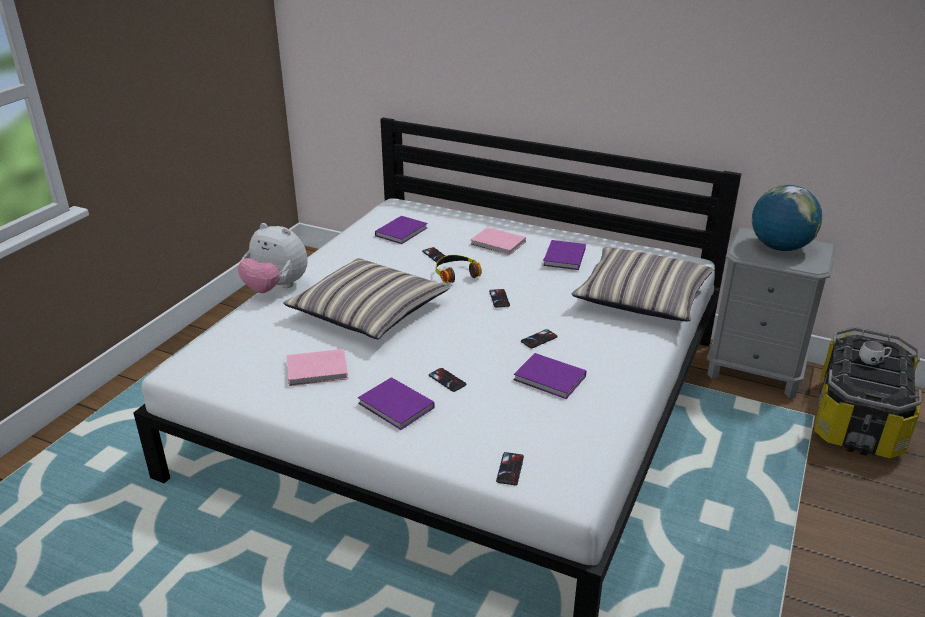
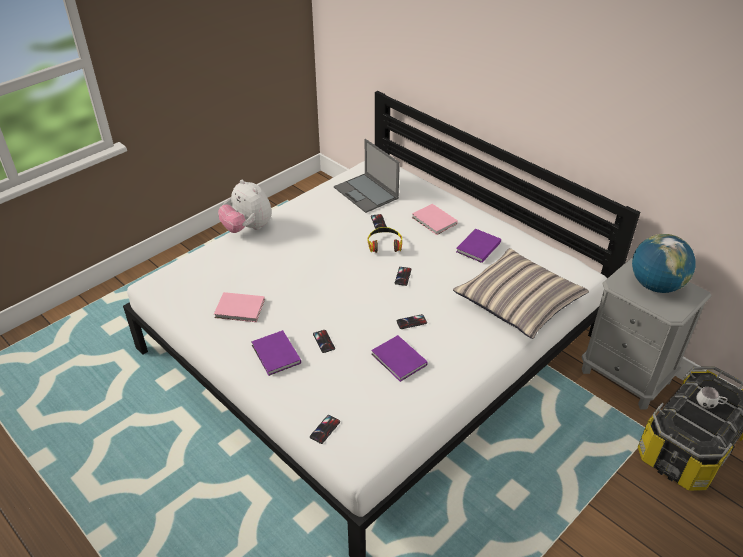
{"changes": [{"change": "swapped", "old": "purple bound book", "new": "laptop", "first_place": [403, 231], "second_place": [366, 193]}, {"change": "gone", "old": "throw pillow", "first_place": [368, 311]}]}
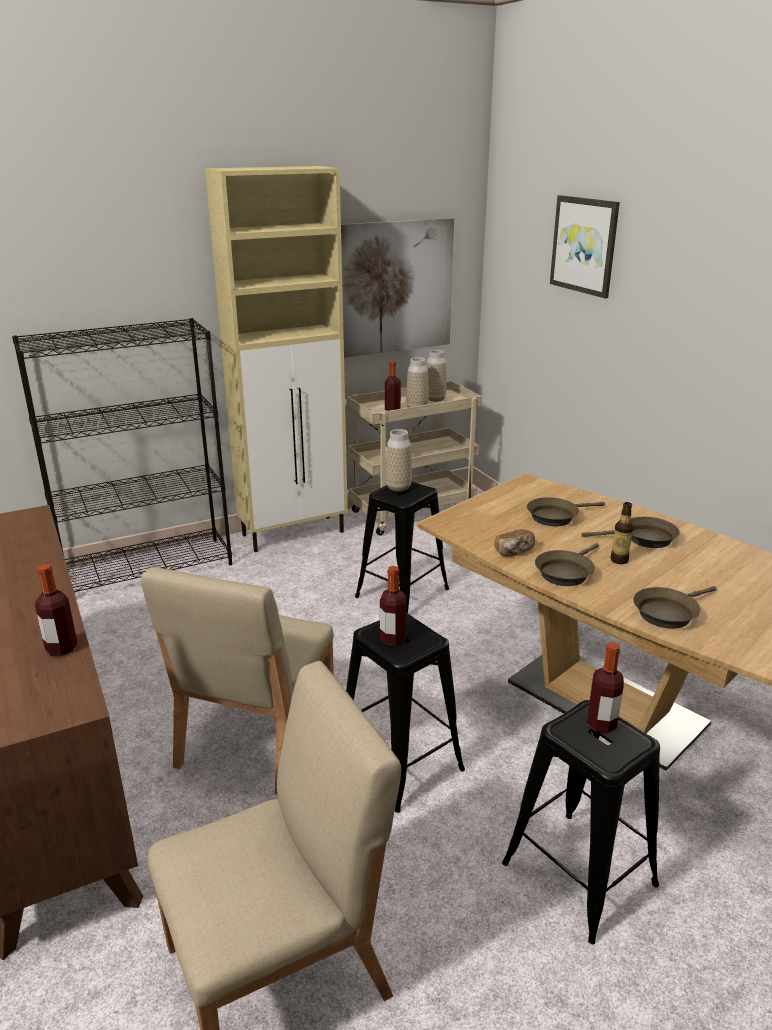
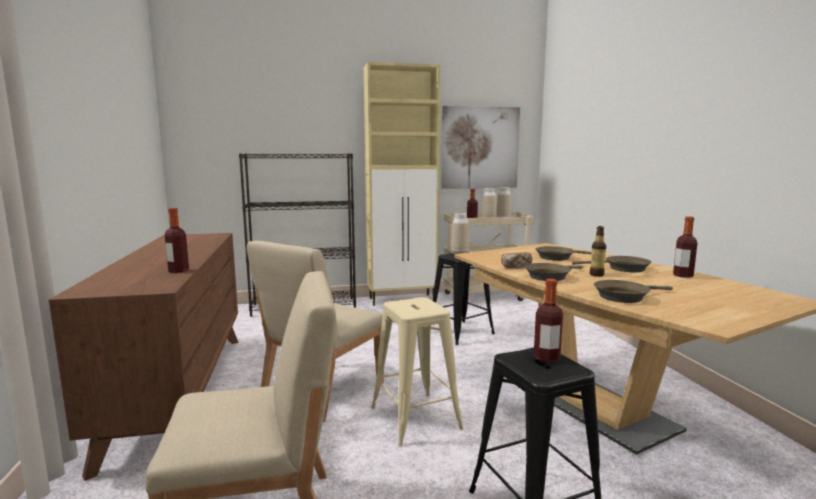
{"changes": [{"change": "repainted", "old": "black-coloured stool seat", "new": "sand-coloured stool seat", "first_place": [400, 763], "second_place": [415, 418]}, {"change": "shifted", "old": "bottle", "first_place": [393, 639], "second_place": [683, 275]}, {"change": "gone", "old": "wall art", "first_place": [584, 245]}]}
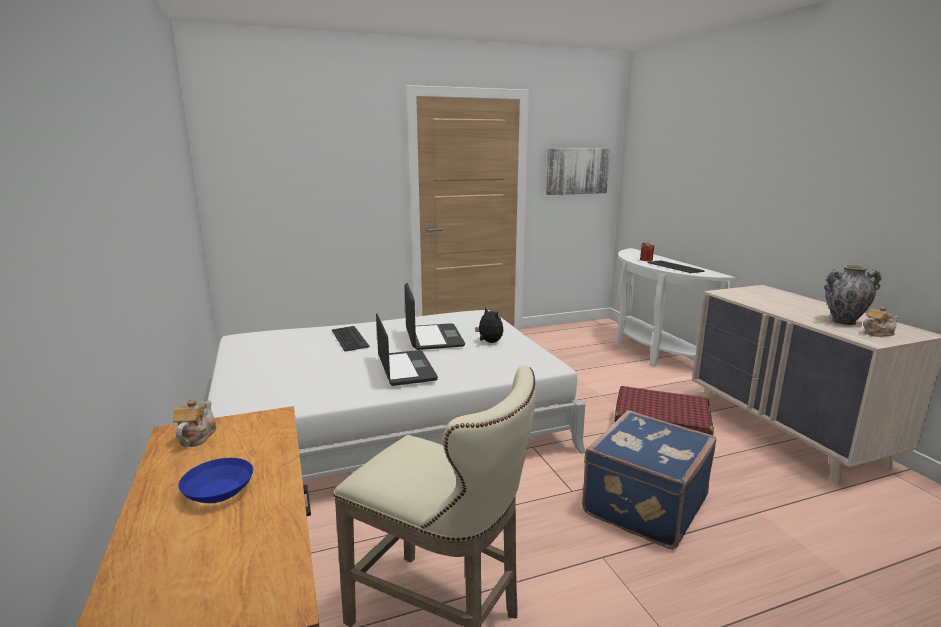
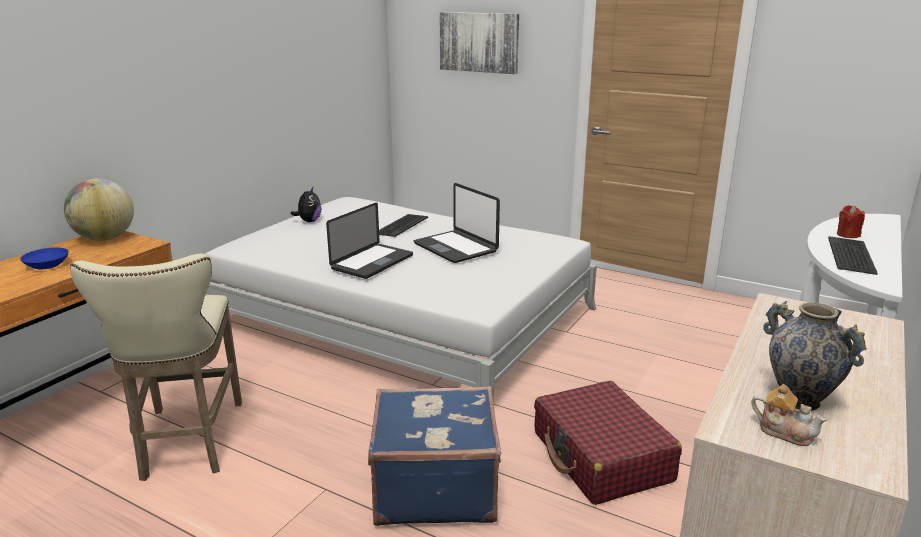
{"changes": [{"change": "swapped", "old": "pot for tea", "new": "globe", "first_place": [196, 437], "second_place": [105, 238]}, {"change": "shifted", "old": "soft toy", "first_place": [489, 342], "second_place": [309, 221]}, {"change": "rotated", "old": "laptop", "first_place": [433, 338], "second_place": [456, 247], "degrees": 105}, {"change": "shifted", "old": "wall art", "first_place": [577, 171], "second_place": [479, 42]}]}
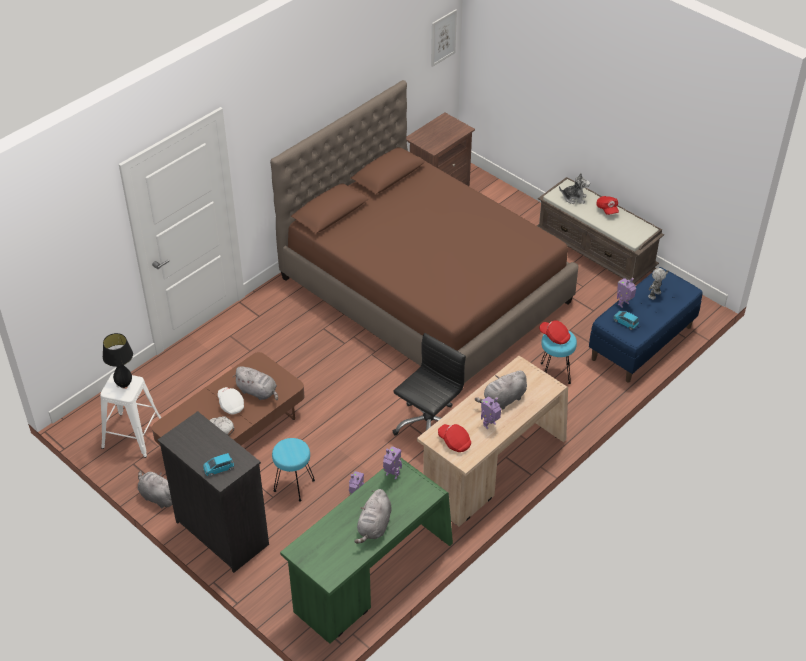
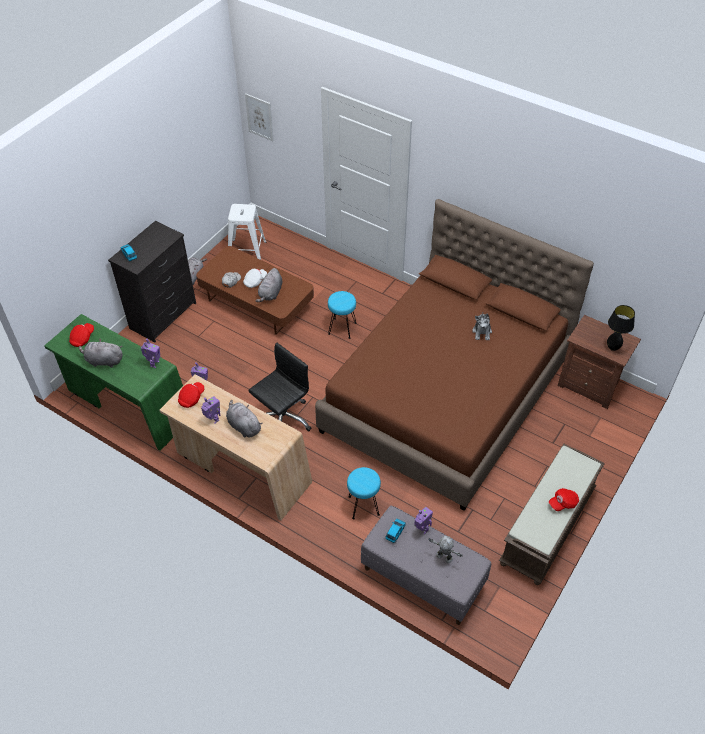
{"changes": [{"change": "shifted", "old": "red-coloured baseball cap", "first_place": [554, 336], "second_place": [82, 338]}, {"change": "shifted", "old": "wall art", "first_place": [443, 38], "second_place": [259, 117]}, {"change": "rotated", "old": "black-coloured computer chair", "first_place": [428, 426], "second_place": [282, 419], "degrees": -75}, {"change": "shifted", "old": "blue-green stool seat", "first_place": [293, 485], "second_place": [342, 328]}, {"change": "repainted", "old": "bluish indoor bench", "new": "gray indoor bench", "first_place": [641, 343], "second_place": [422, 578]}, {"change": "shifted", "old": "soft toy", "first_place": [574, 198], "second_place": [482, 332]}, {"change": "shifted", "old": "black-coloured tabletop lamp", "first_place": [124, 384], "second_place": [613, 348]}]}
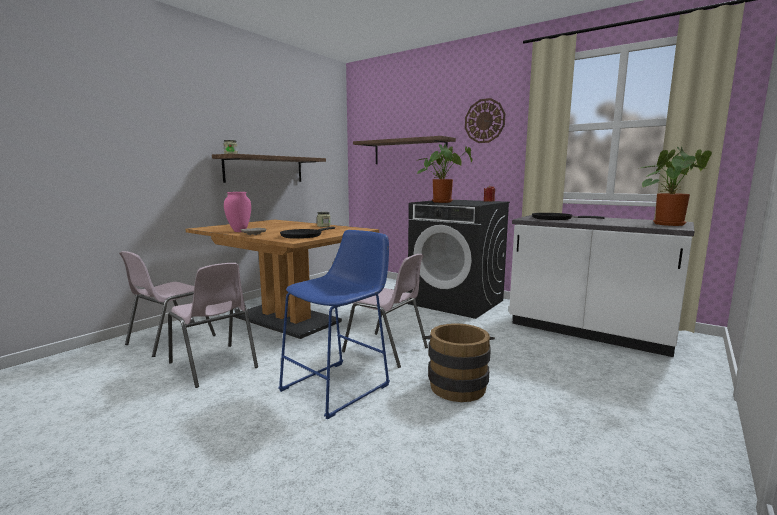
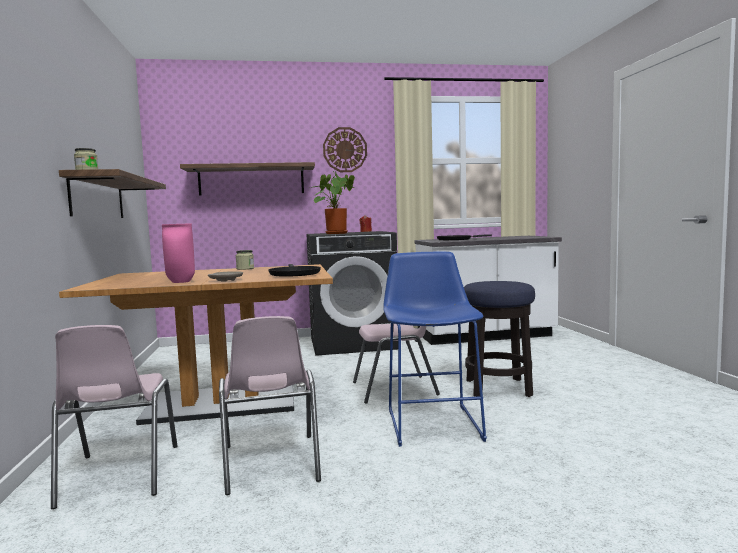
{"changes": [{"change": "rotated", "old": "pink-coloured plain chair", "first_place": [214, 365], "second_place": [270, 464], "degrees": 75}, {"change": "swapped", "old": "brownish bucket", "new": "stool seat", "first_place": [456, 384], "second_place": [498, 388]}, {"change": "gone", "old": "plant in a pot", "first_place": [667, 224]}]}
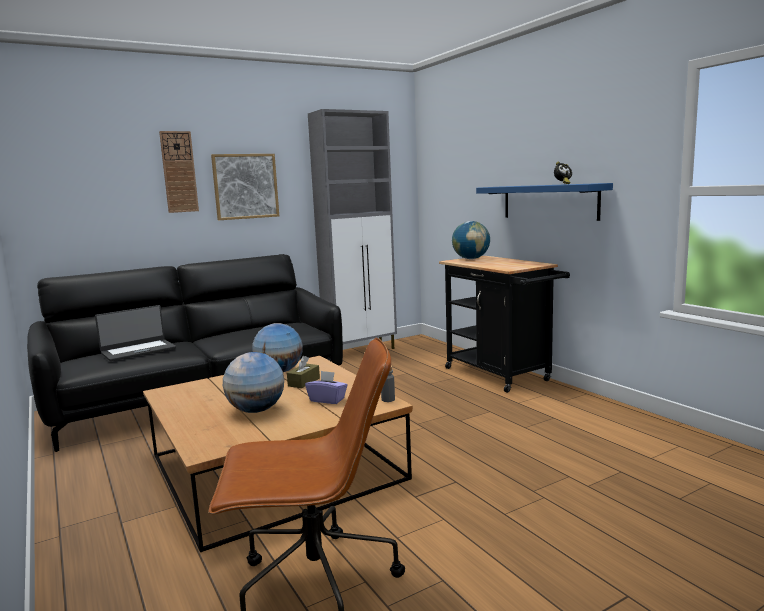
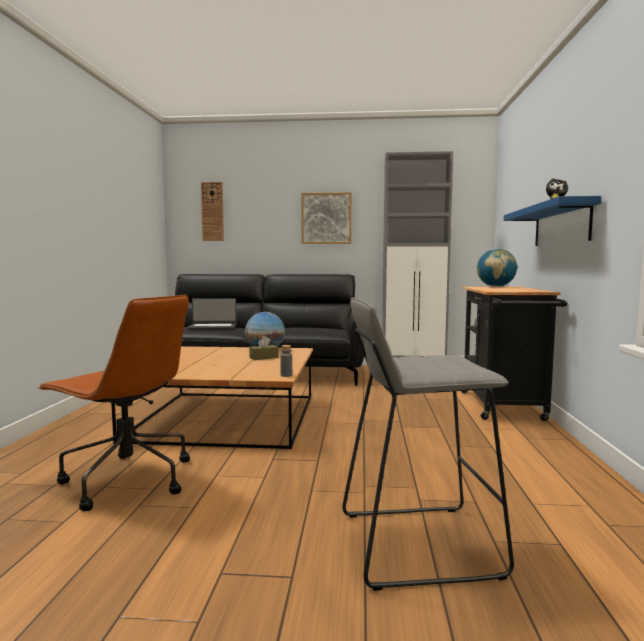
{"changes": [{"change": "shifted", "old": "wall clock", "first_place": [179, 172], "second_place": [212, 211]}, {"change": "new", "new": "gray stool seat", "second_place": [416, 543]}, {"change": "gone", "old": "globe", "first_place": [256, 410]}, {"change": "gone", "old": "purple box of tissues", "first_place": [327, 400]}]}
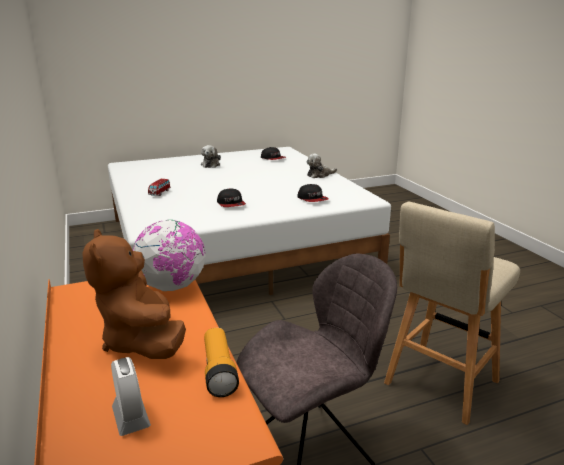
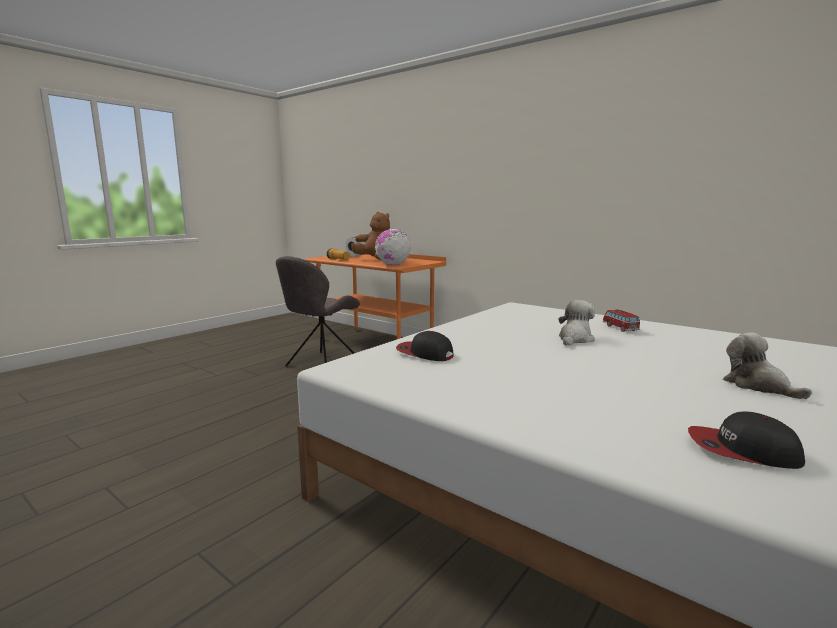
{"changes": [{"change": "shifted", "old": "soft toy", "first_place": [319, 175], "second_place": [574, 339]}, {"change": "gone", "old": "baseball cap", "first_place": [231, 204]}, {"change": "gone", "old": "sand-coloured stool seat", "first_place": [439, 384]}]}
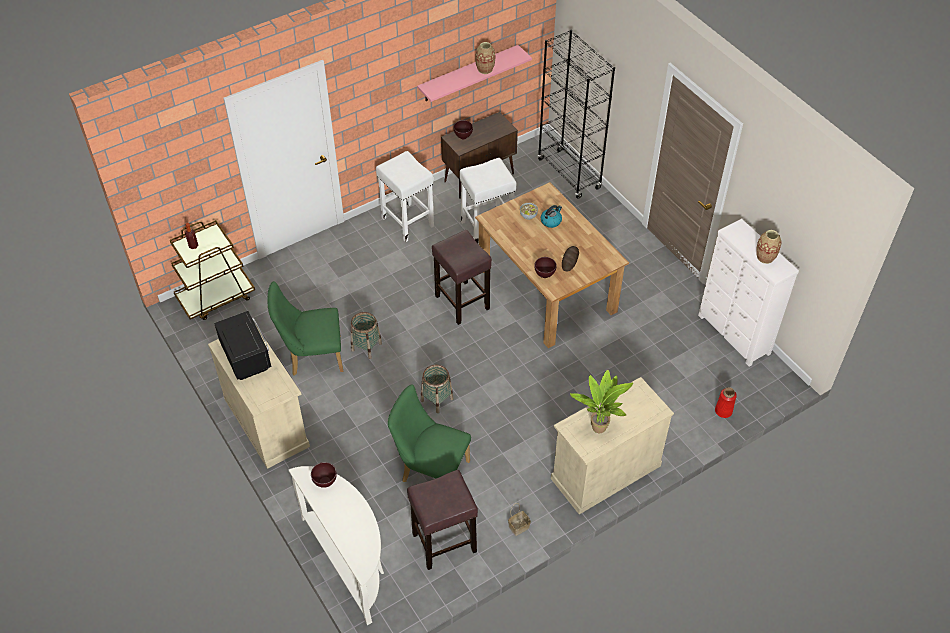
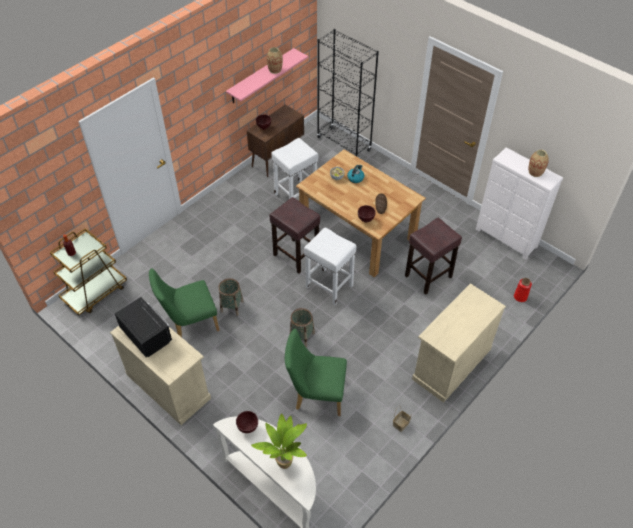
{"changes": [{"change": "shifted", "old": "plant in a pot", "first_place": [599, 426], "second_place": [284, 461]}, {"change": "shifted", "old": "white-coloured stool seat", "first_place": [407, 222], "second_place": [328, 286]}, {"change": "shifted", "old": "brownish stool seat", "first_place": [443, 543], "second_place": [428, 277]}]}
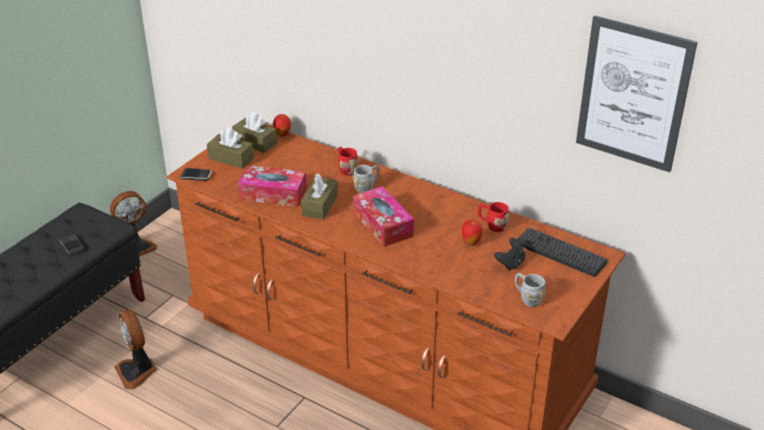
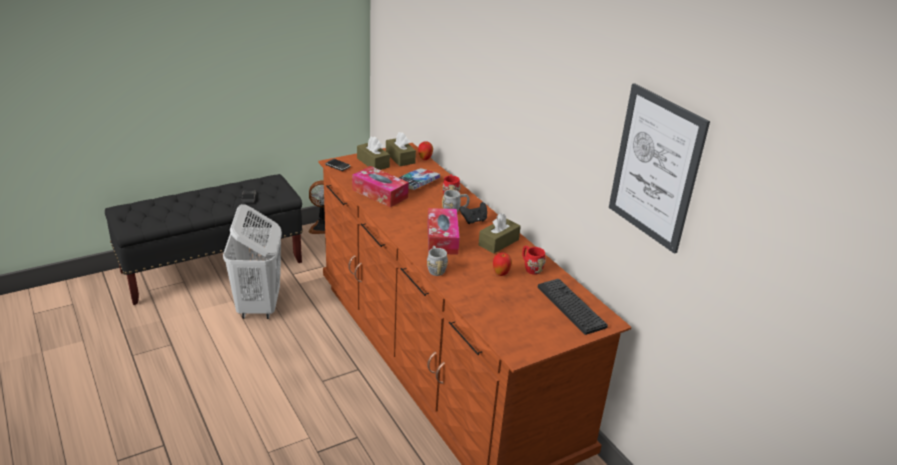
{"changes": [{"change": "swapped", "old": "cooling fan", "new": "white-coloured washing basket", "first_place": [137, 371], "second_place": [258, 306]}, {"change": "new", "new": "bound book", "second_place": [417, 183]}, {"change": "shifted", "old": "gray mug", "first_place": [527, 298], "second_place": [435, 268]}, {"change": "shifted", "old": "black-coloured gamepad", "first_place": [510, 263], "second_place": [474, 220]}, {"change": "shifted", "old": "brownish box of tissues", "first_place": [320, 205], "second_place": [498, 242]}]}
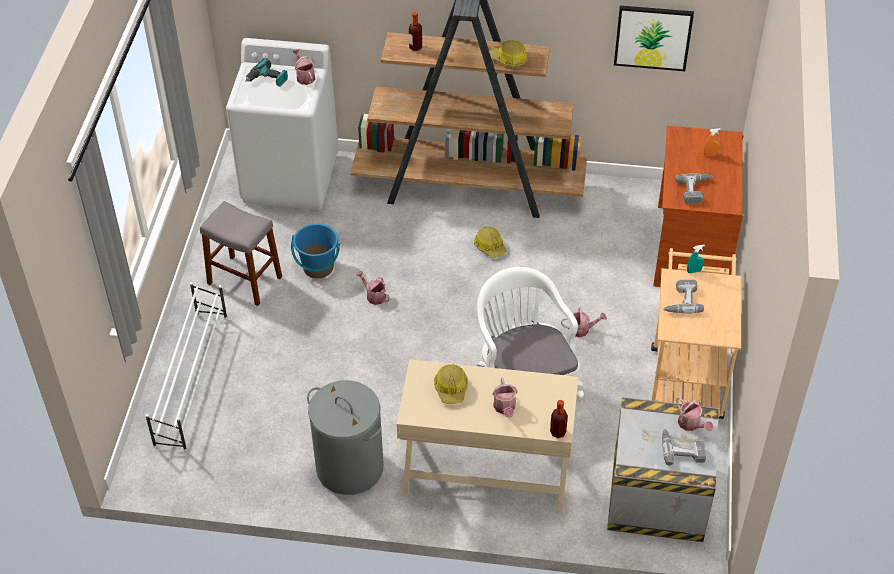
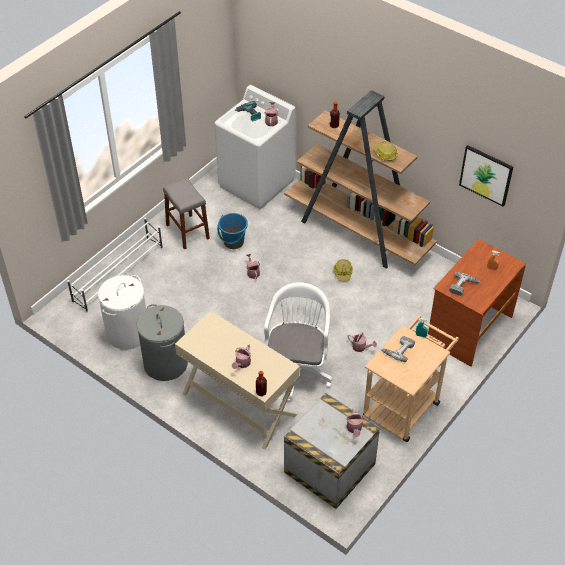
{"changes": [{"change": "new", "new": "white-coloured washing basket", "second_place": [128, 333]}, {"change": "gone", "old": "hard hat", "first_place": [451, 388]}, {"change": "gone", "old": "electric drill", "first_place": [682, 449]}]}
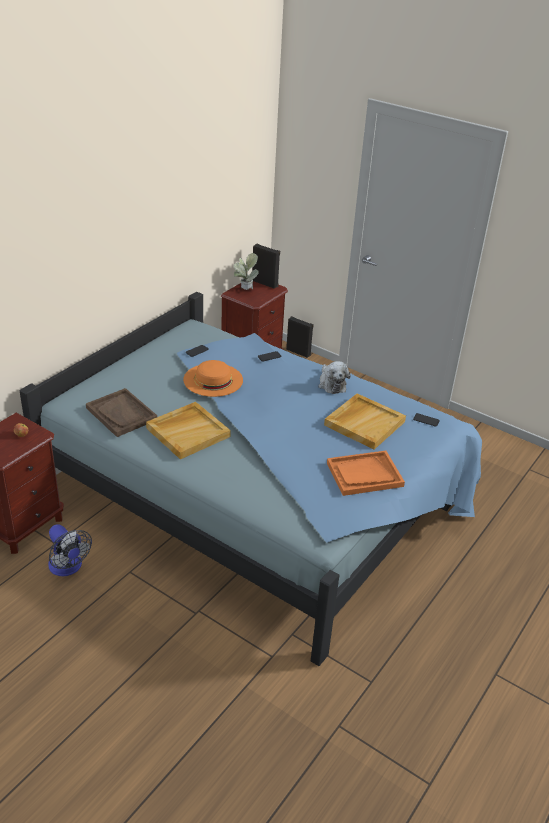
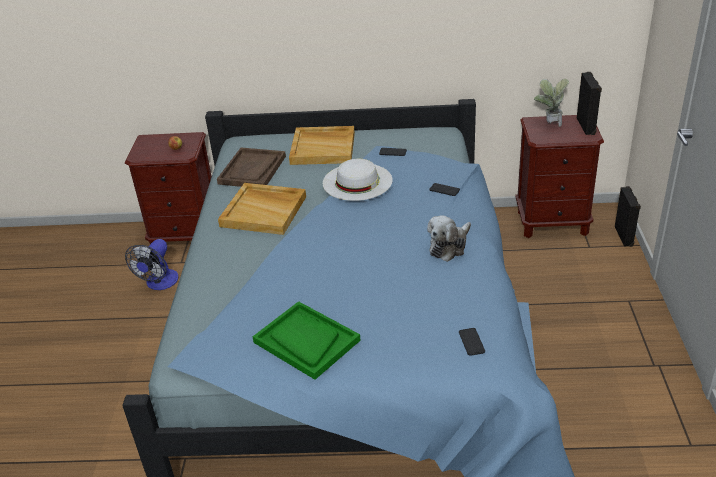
{"changes": [{"change": "repainted", "old": "orange-coloured serving tray", "new": "greenish serving tray", "first_place": [364, 475], "second_place": [306, 341]}, {"change": "shifted", "old": "sand-coloured serving tray", "first_place": [364, 423], "second_place": [323, 148]}, {"change": "repainted", "old": "orange-coloured hat", "new": "white-coloured hat", "first_place": [213, 379], "second_place": [357, 181]}]}
